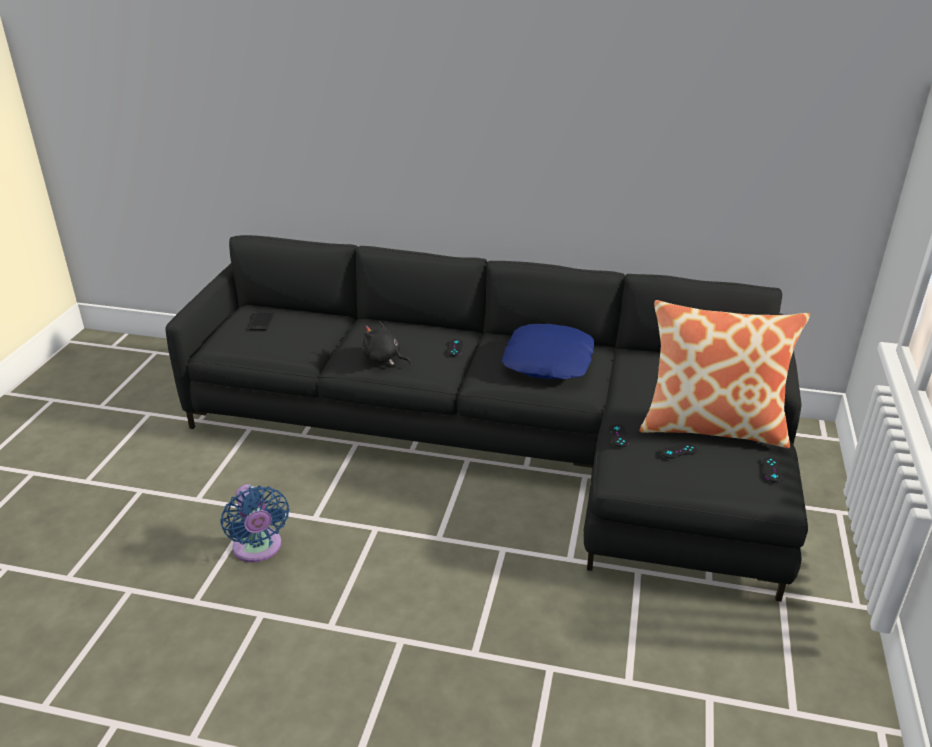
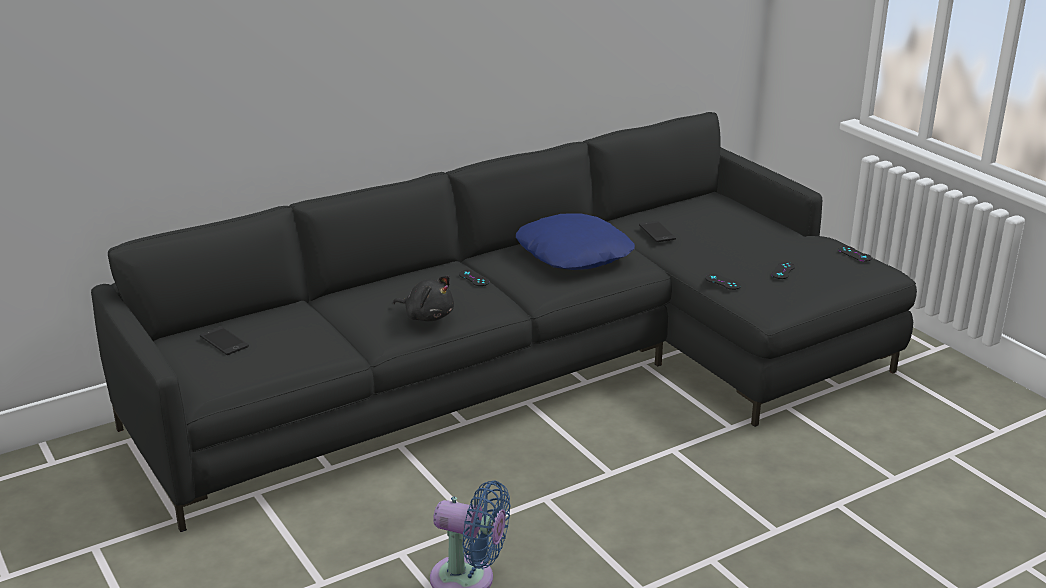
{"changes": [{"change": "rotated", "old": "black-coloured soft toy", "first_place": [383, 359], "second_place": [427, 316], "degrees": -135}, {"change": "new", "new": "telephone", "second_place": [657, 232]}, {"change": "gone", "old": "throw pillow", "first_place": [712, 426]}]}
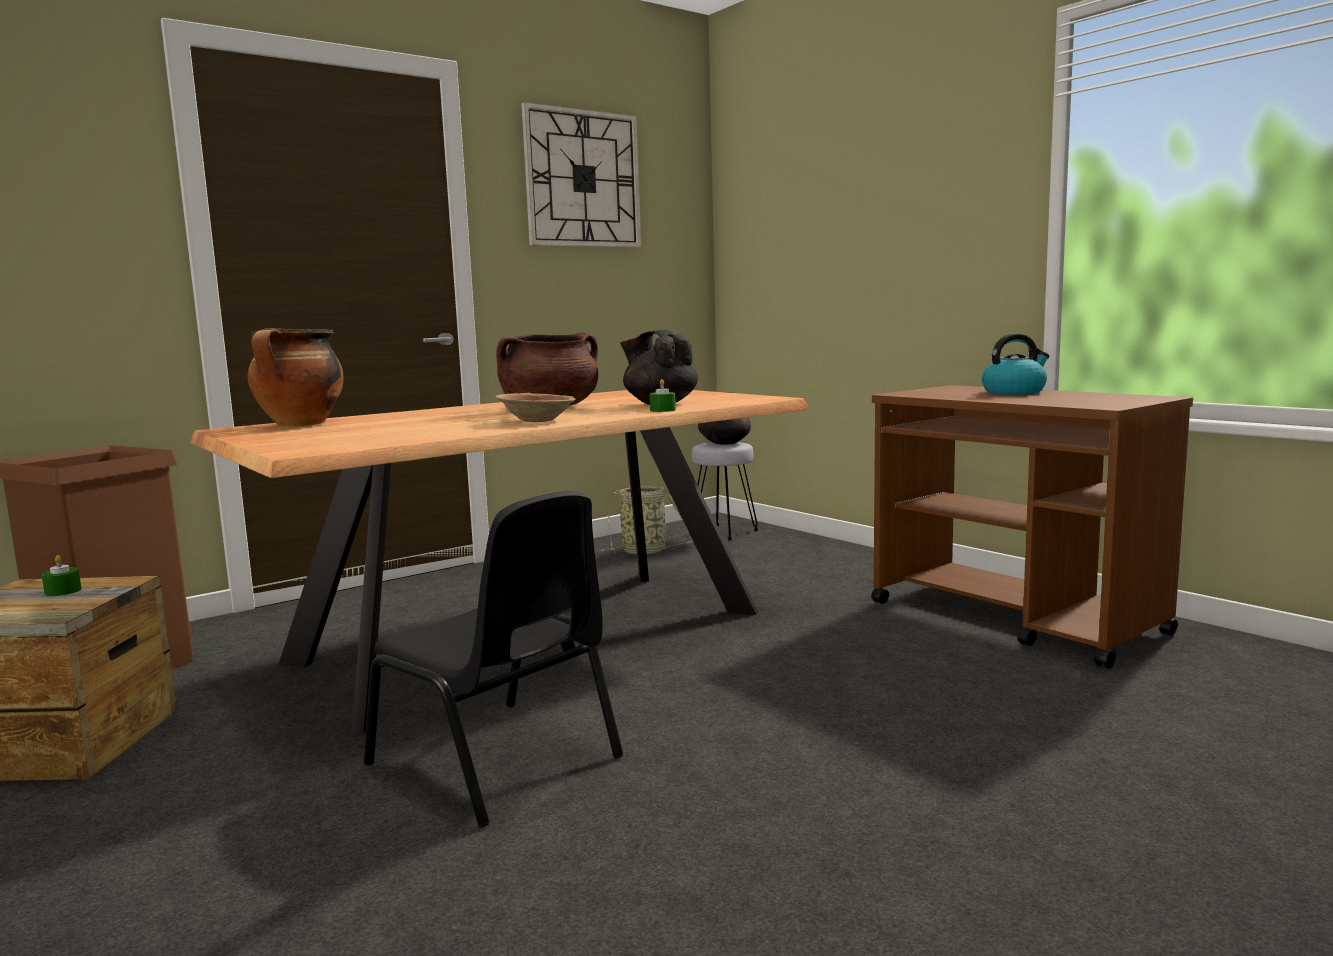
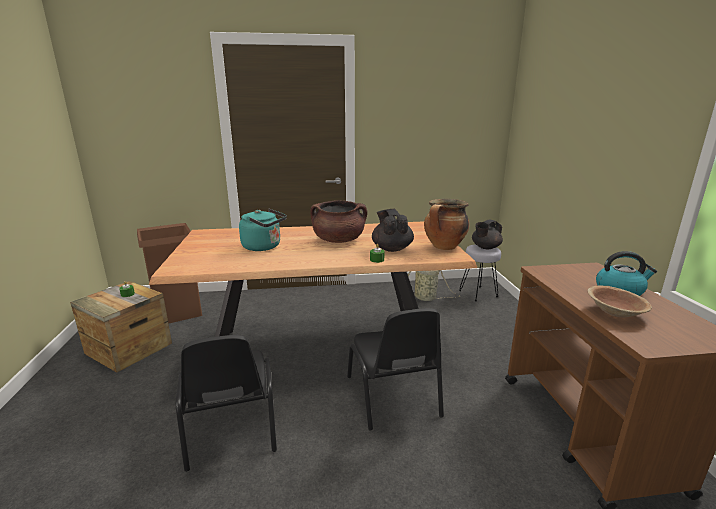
{"changes": [{"change": "new", "new": "blue-green water kettle", "second_place": [264, 247]}, {"change": "new", "new": "black-coloured plain chair", "second_place": [393, 396]}, {"change": "shifted", "old": "saucepot", "first_place": [300, 425], "second_place": [444, 247]}, {"change": "shifted", "old": "brownish serving bowl", "first_place": [537, 420], "second_place": [615, 312]}, {"change": "gone", "old": "wall clock", "first_place": [582, 179]}]}
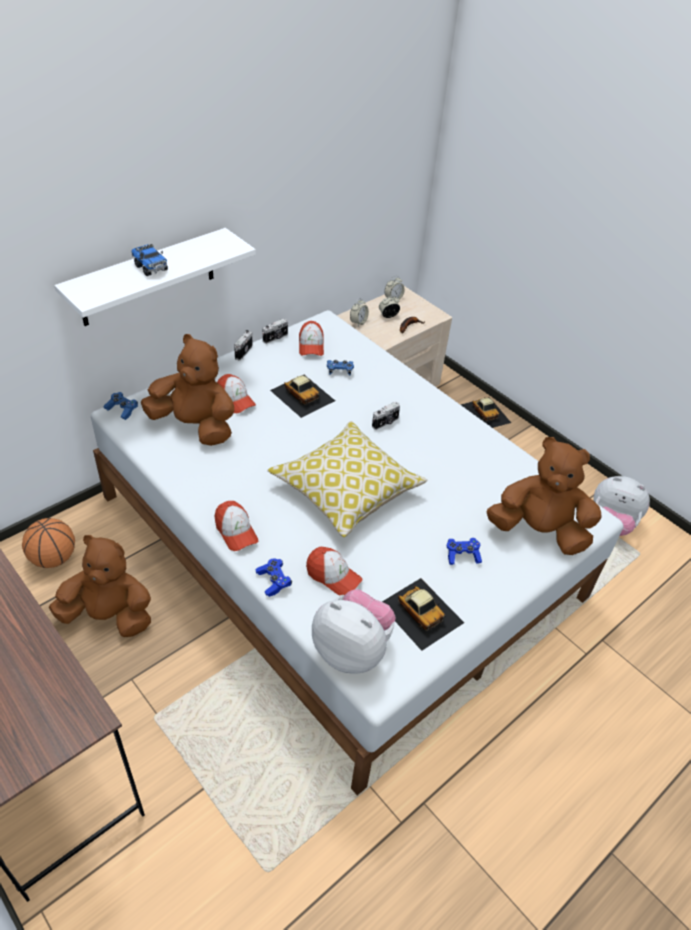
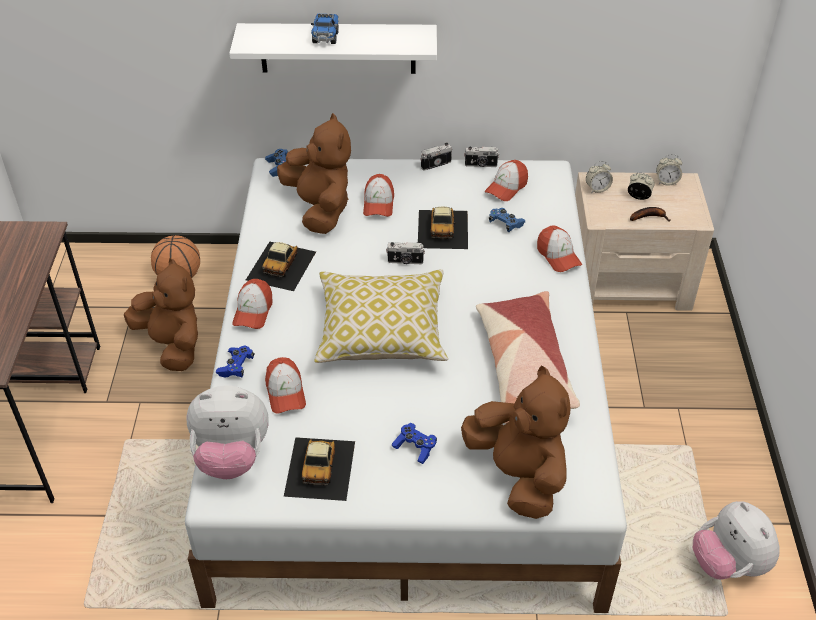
{"changes": [{"change": "rotated", "old": "soft toy", "first_place": [352, 649], "second_place": [232, 457], "degrees": 105}, {"change": "shifted", "old": "toy car", "first_place": [485, 413], "second_place": [281, 265]}, {"change": "shifted", "old": "photo camera", "first_place": [386, 423], "second_place": [405, 261]}, {"change": "new", "new": "throw pillow", "second_place": [524, 367]}, {"change": "new", "new": "baseball cap", "second_place": [558, 256]}]}
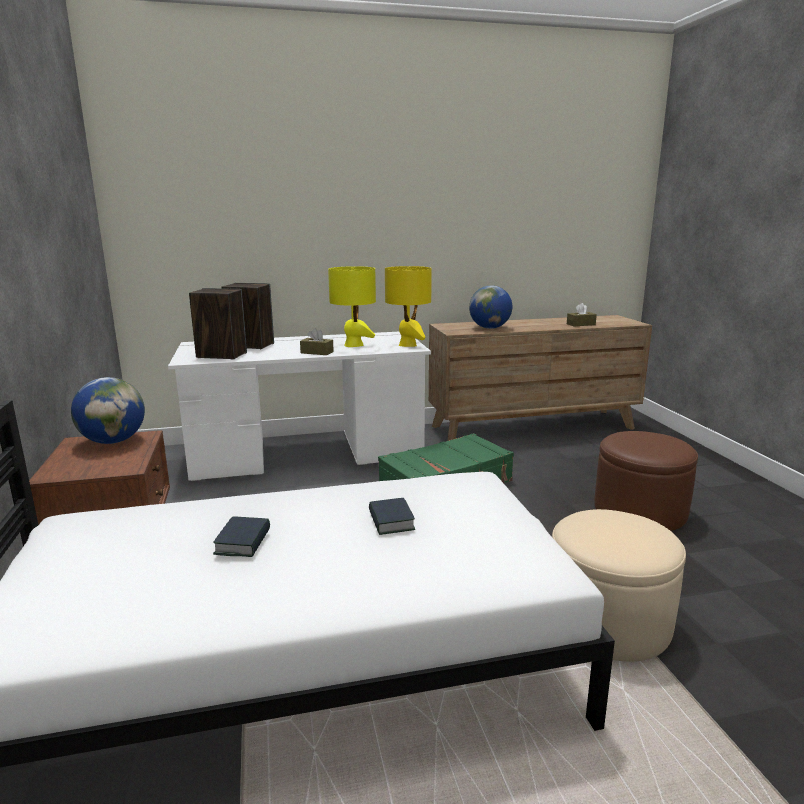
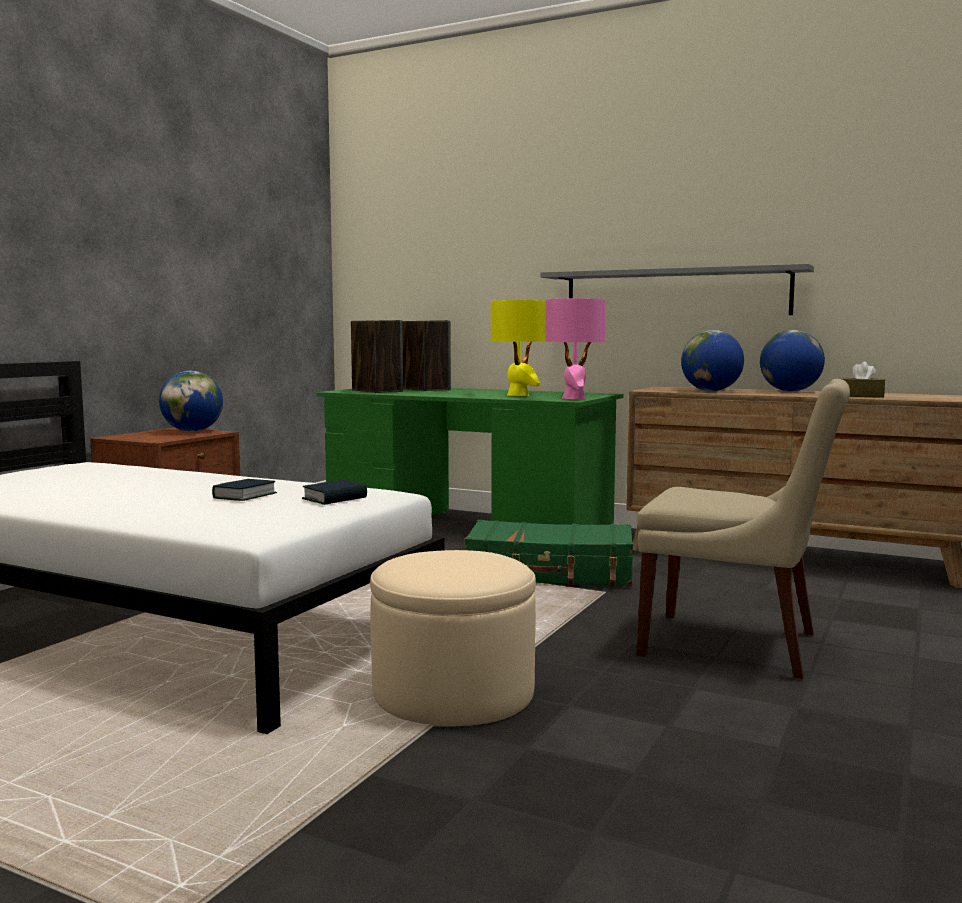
{"changes": [{"change": "shifted", "old": "bound book", "first_place": [243, 542], "second_place": [335, 498]}, {"change": "repainted", "old": "white-coloured desk", "new": "greenish desk", "first_place": [307, 453], "second_place": [468, 526]}, {"change": "new", "new": "gray bracket shelf", "second_place": [675, 293]}, {"change": "repainted", "old": "yellowish tabletop lamp", "new": "pink-coloured tabletop lamp", "first_place": [408, 345], "second_place": [574, 398]}, {"change": "swapped", "old": "brownish pouffe", "new": "sand-coloured plain chair", "first_place": [640, 510], "second_place": [736, 646]}, {"change": "new", "new": "globe", "second_place": [790, 391]}, {"change": "gone", "old": "brownish box of tissues", "first_place": [317, 352]}]}
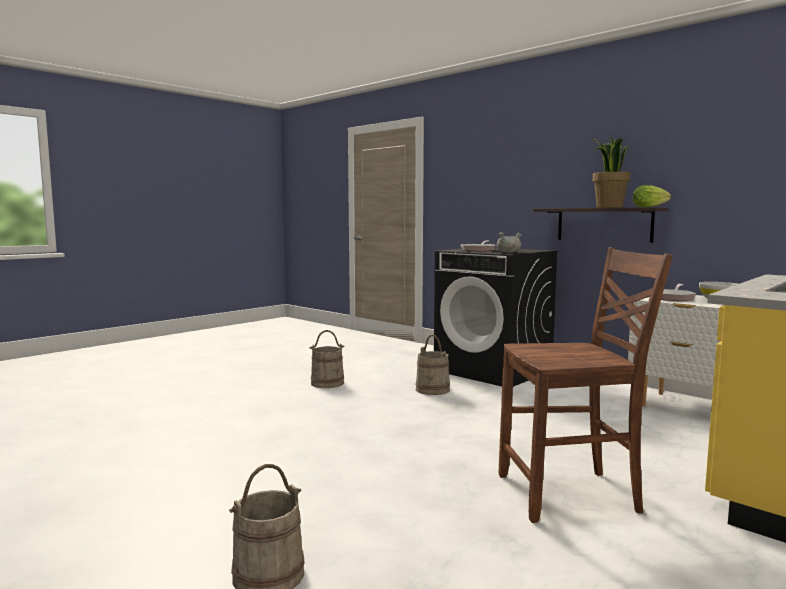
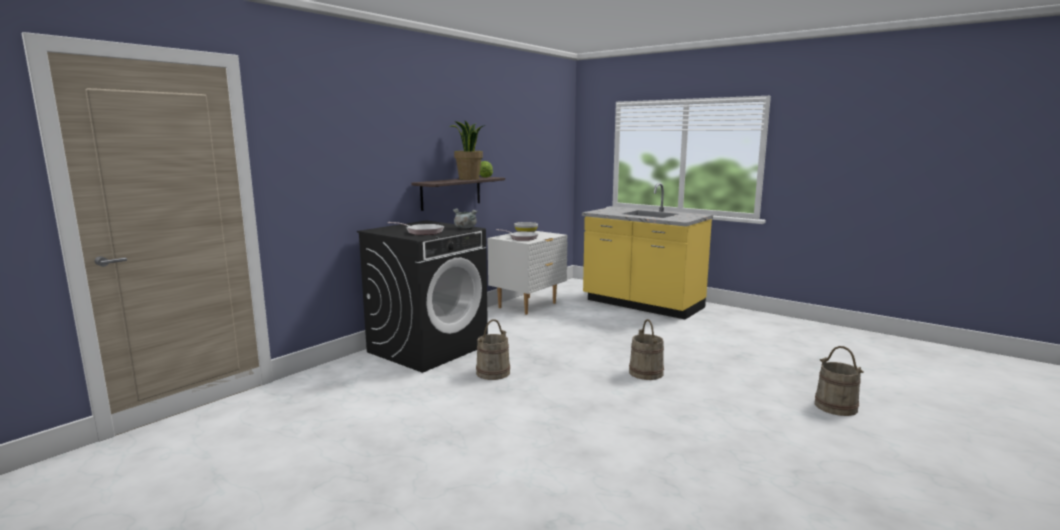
{"changes": [{"change": "shifted", "old": "sand-coloured bucket", "first_place": [327, 383], "second_place": [645, 373]}, {"change": "gone", "old": "brownish plain chair", "first_place": [571, 495]}]}
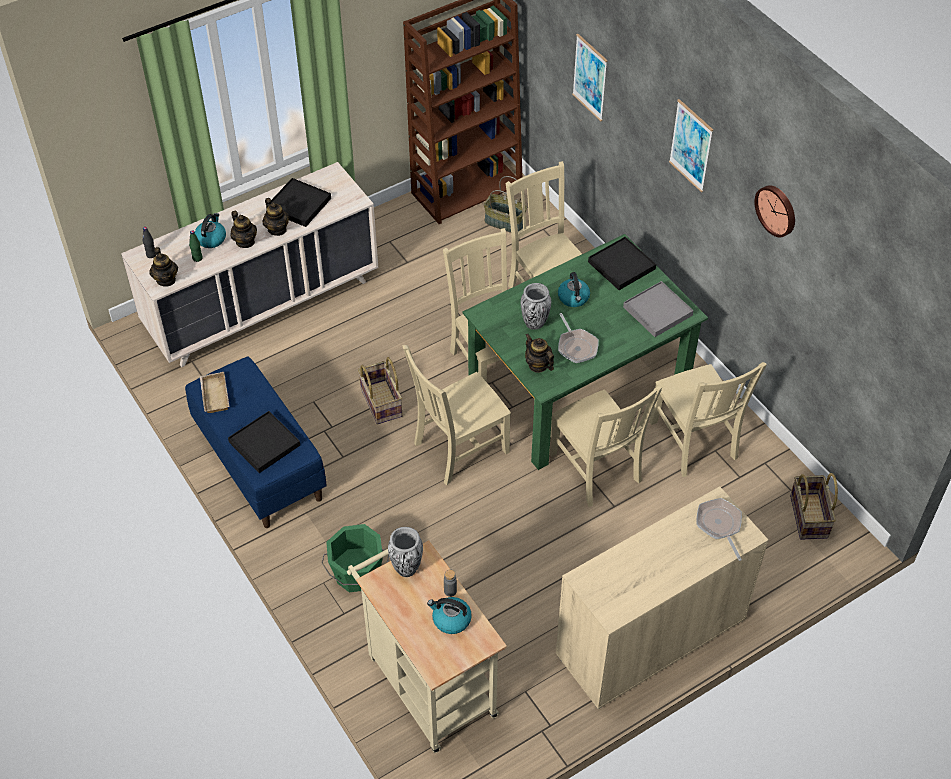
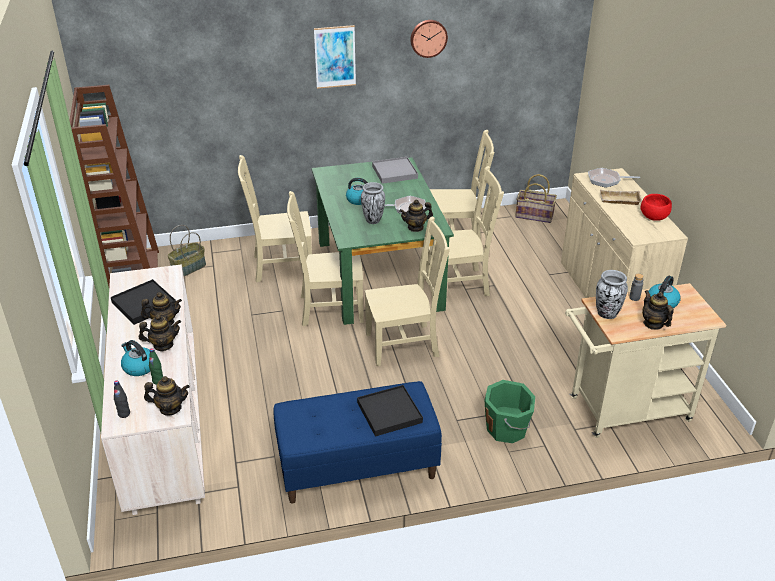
{"changes": [{"change": "rotated", "old": "sand-coloured plain chair", "first_place": [458, 449], "second_place": [405, 344], "degrees": -90}, {"change": "shifted", "old": "sand-coloured serving tray", "first_place": [213, 395], "second_place": [619, 200]}, {"change": "new", "new": "red-coloured serving bowl", "second_place": [653, 216]}, {"change": "new", "new": "pot for tea", "second_place": [653, 324]}, {"change": "gone", "old": "basket", "first_place": [380, 402]}, {"change": "gone", "old": "wall art", "first_place": [590, 77]}, {"change": "gone", "old": "black-coloured serving tray", "first_place": [621, 266]}]}
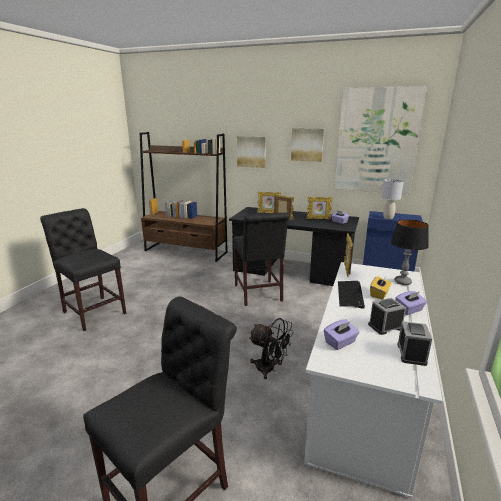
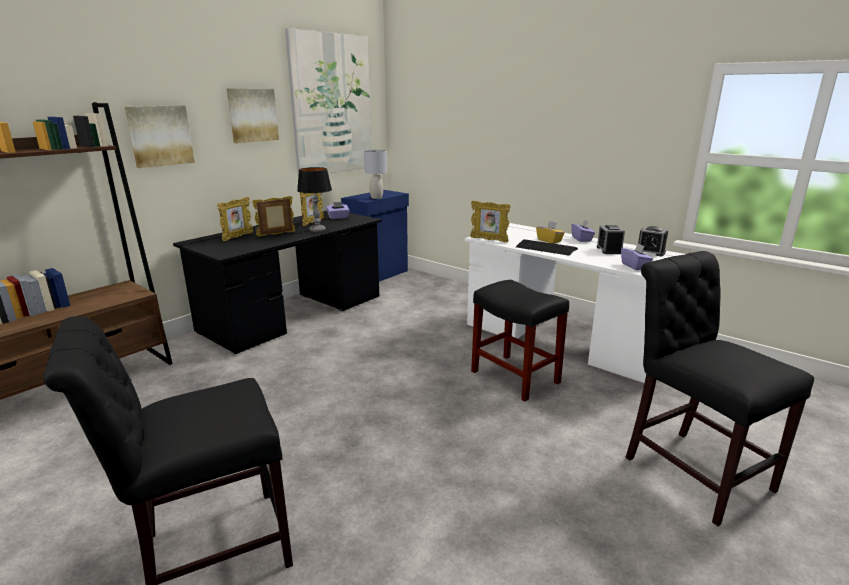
{"changes": [{"change": "shifted", "old": "tabletop lamp", "first_place": [402, 282], "second_place": [317, 230]}, {"change": "swapped", "old": "black-coloured cooling fan", "new": "black-coloured stool seat", "first_place": [270, 369], "second_place": [513, 376]}, {"change": "gone", "old": "black-coloured plain chair", "first_place": [258, 294]}]}
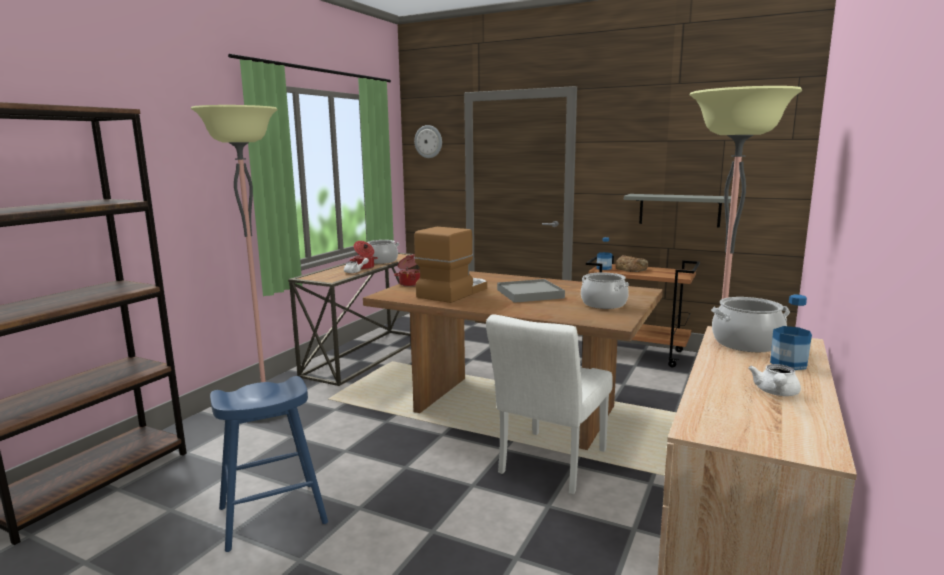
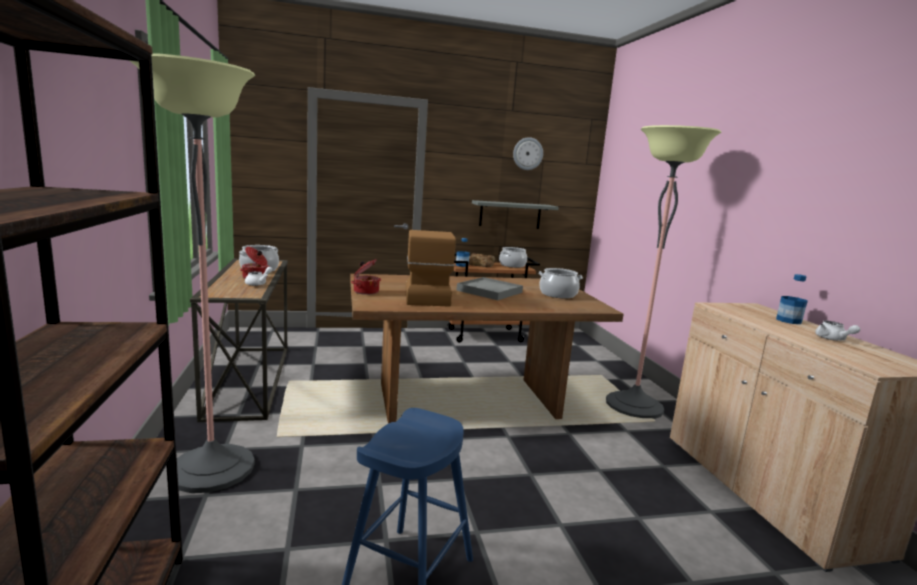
{"changes": [{"change": "shifted", "old": "saucepot", "first_place": [746, 343], "second_place": [512, 265]}, {"change": "shifted", "old": "wall clock", "first_place": [428, 141], "second_place": [527, 153]}, {"change": "gone", "old": "white-coloured plain chair", "first_place": [548, 465]}]}
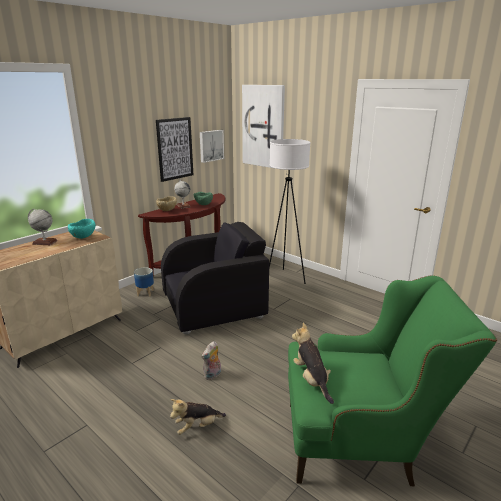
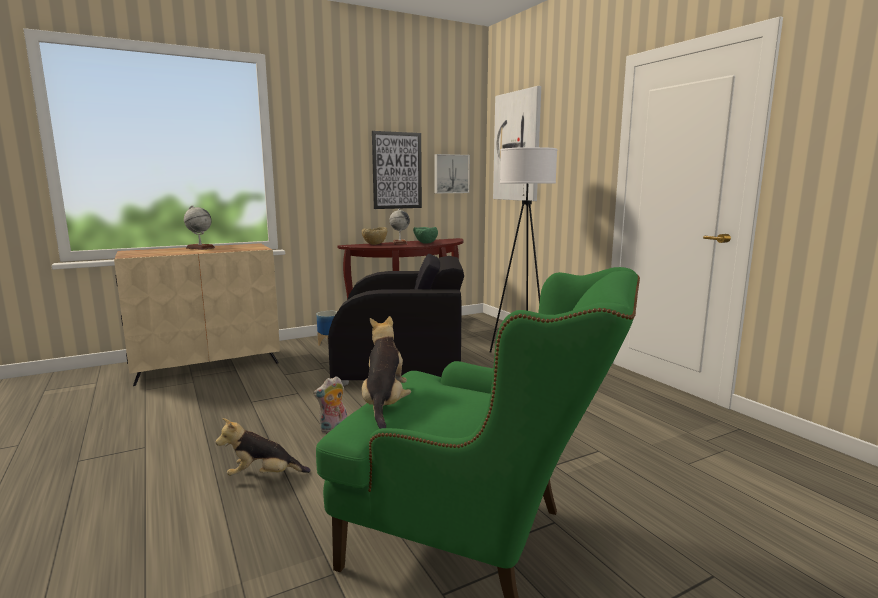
{"changes": [{"change": "gone", "old": "blue-green serving bowl", "first_place": [83, 238]}]}
